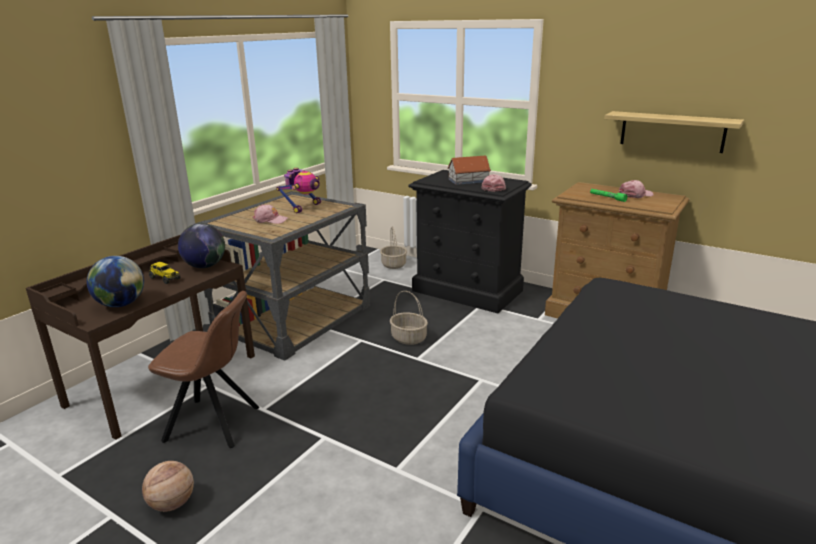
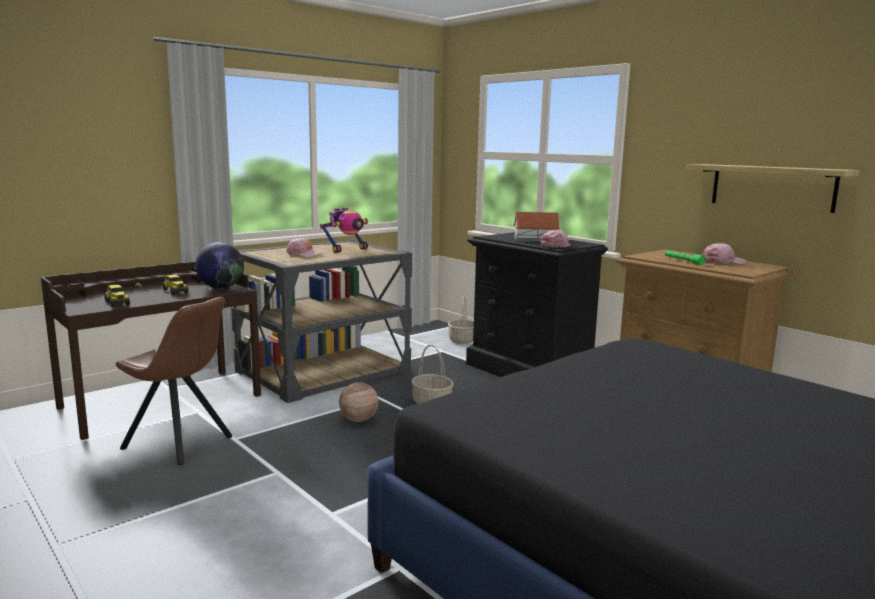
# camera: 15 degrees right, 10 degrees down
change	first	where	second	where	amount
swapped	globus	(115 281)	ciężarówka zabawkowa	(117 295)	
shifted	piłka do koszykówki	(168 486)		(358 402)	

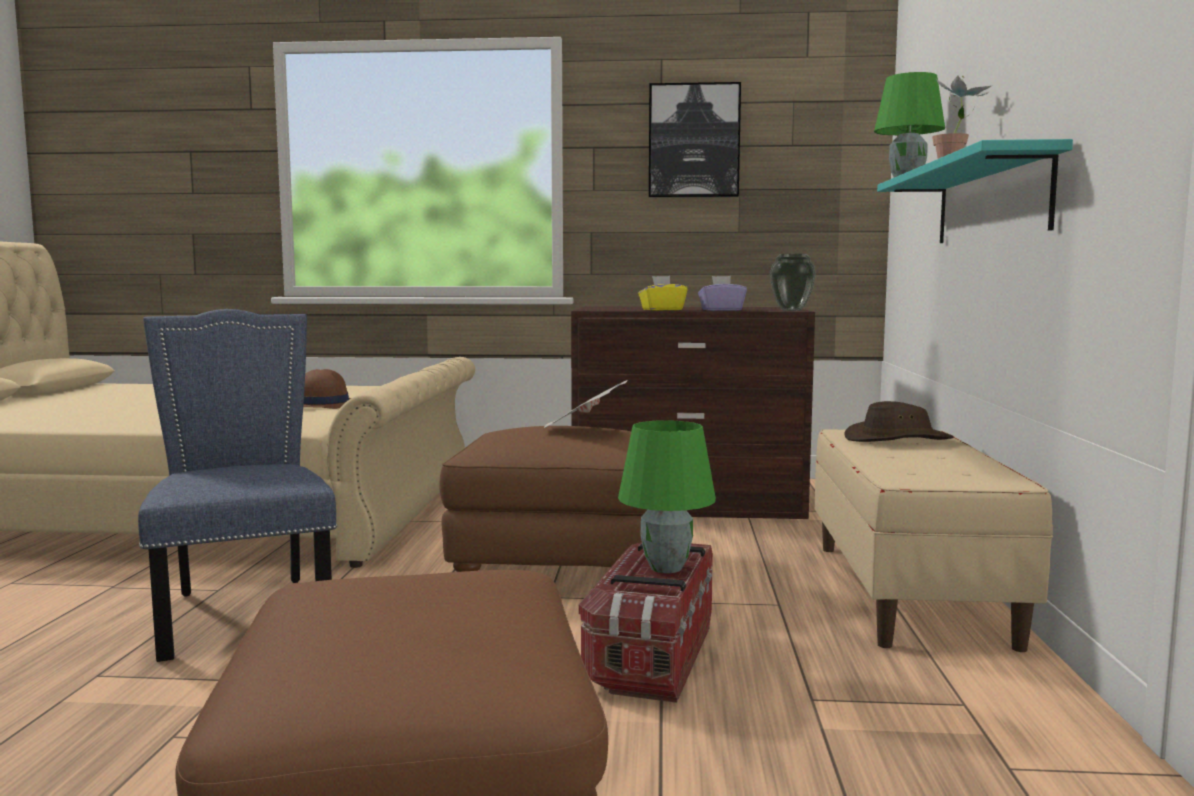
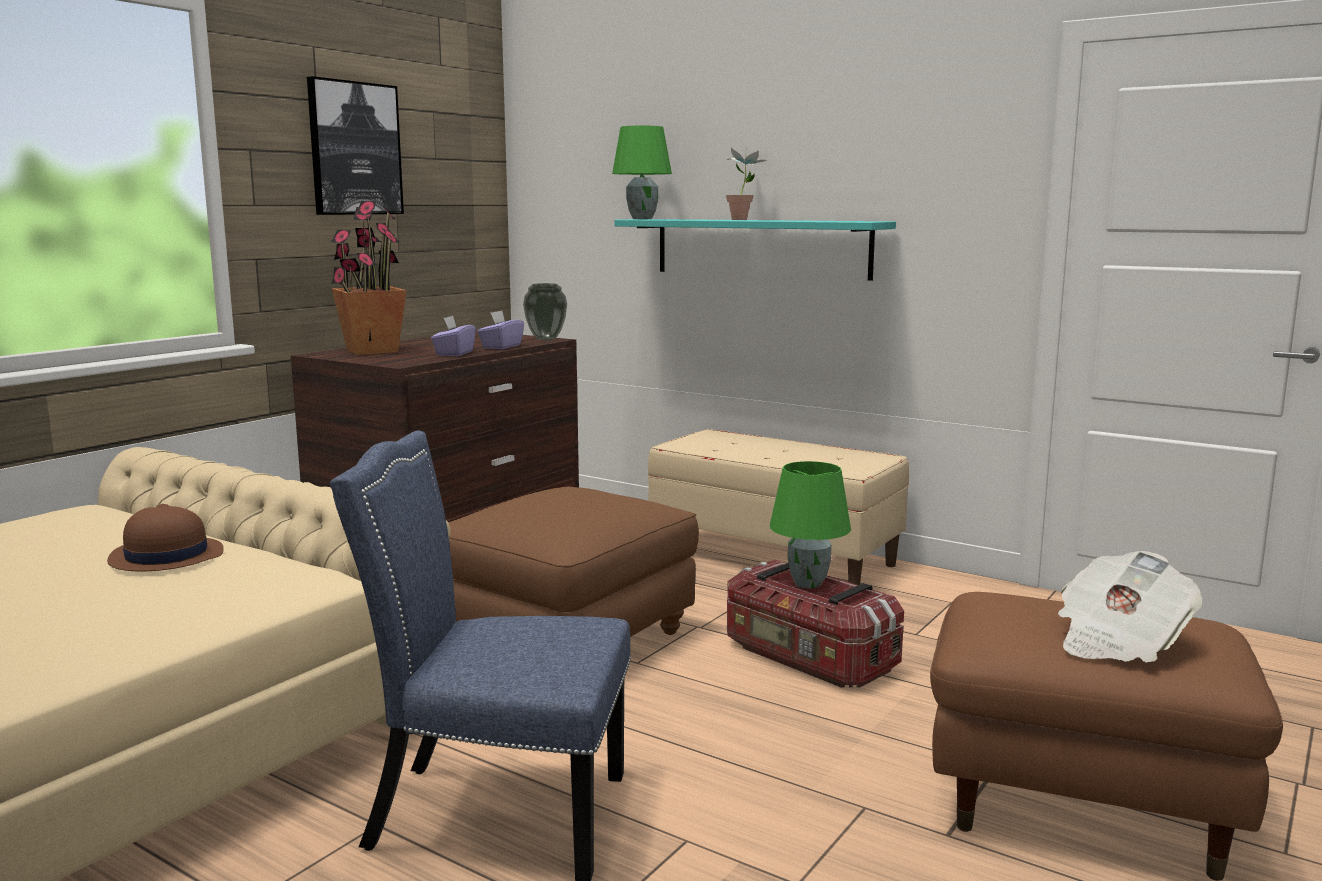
# camera: 60 degrees left, 5 degrees up
change	first	where	second	where	amount
new			roślina doniczkowa	(369 278)	
repainted	pudełko chusteczek (żółty)	(663 293)	pudełko chusteczek (fioletowy)	(453 336)	
shifted	gazeta	(586 404)		(1130 606)	
gone	kapelusz (brązowy)	(898 421)			

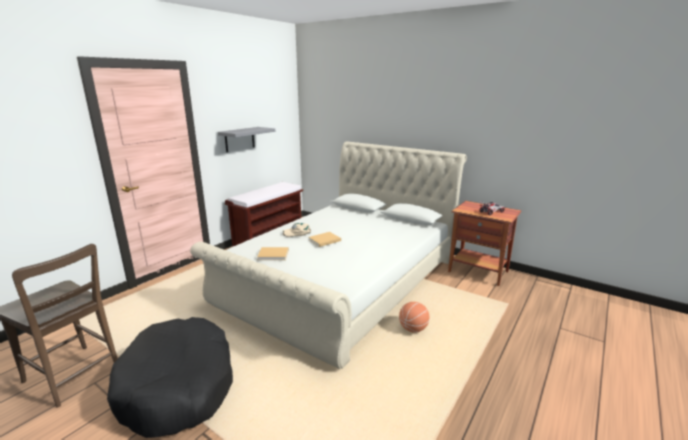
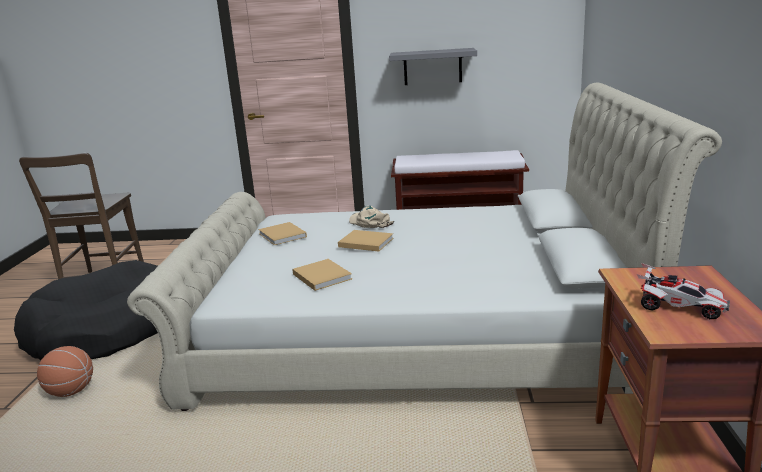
# camera: 60 degrees right, 0 degrees up
change	first	where	second	where	amount
shifted	piłka do koszykówki	(414 317)		(65 371)	
new			książka (beżowy)	(322 275)	

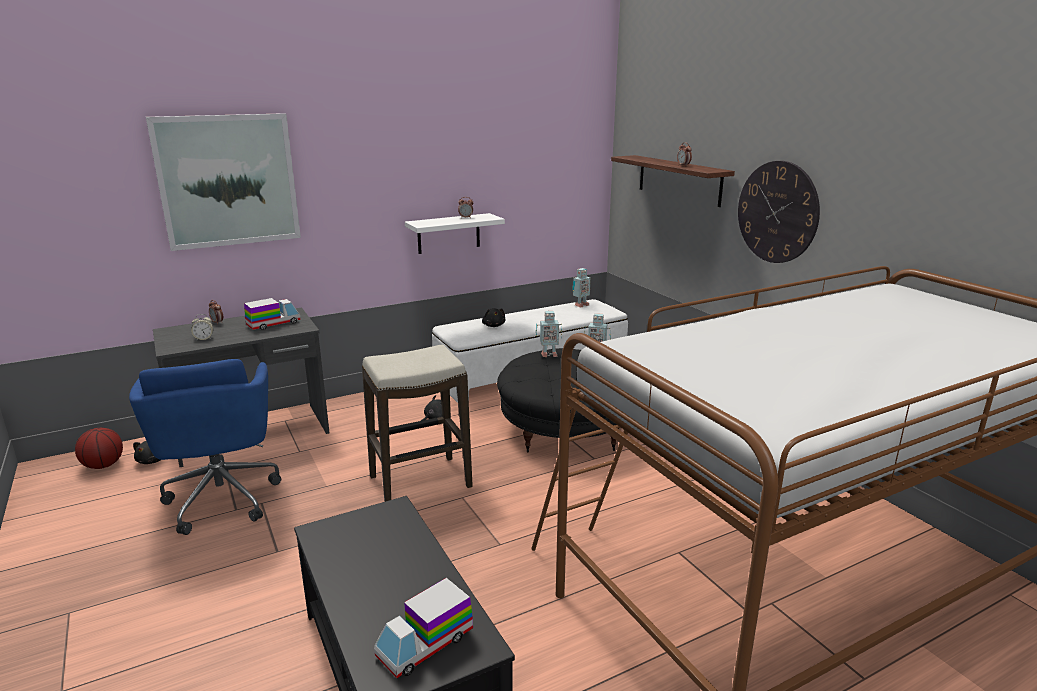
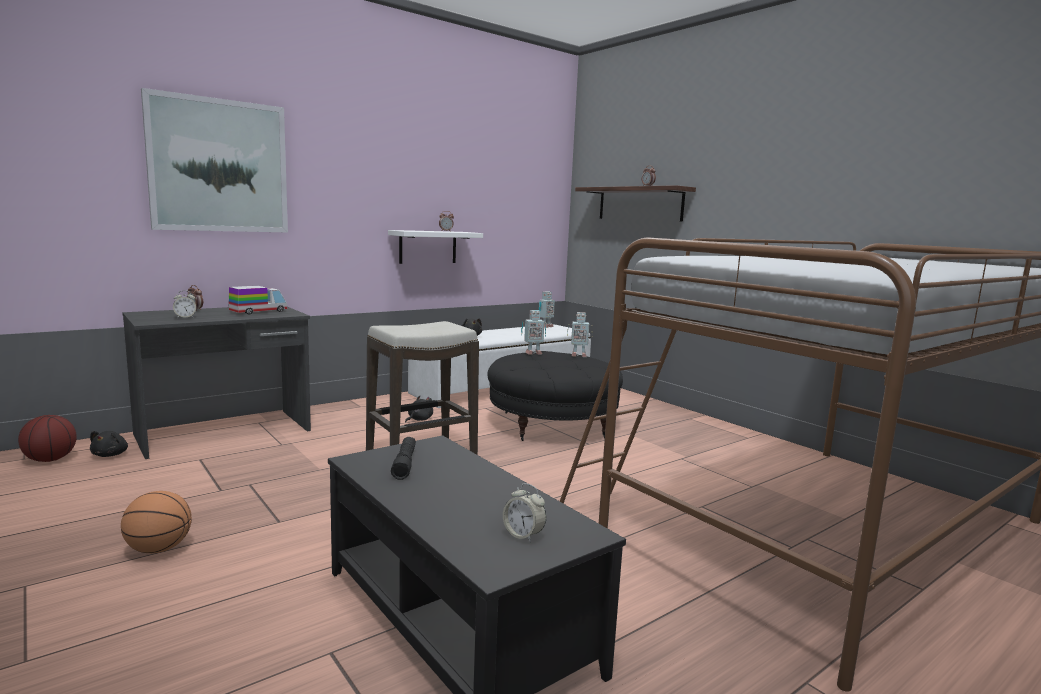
# camera: 10 degrees left, 10 degrees down
change	first	where	second	where	amount
new			piłka do koszykówki	(156 522)	
new			latarka (czarny)	(403 458)	
swapped	ciężarówka zabawkowa	(423 628)	budzik	(524 513)	
gone	krzesło biurowe (niebieski)	(205 447)			
gone	zegar ścienny	(779 212)			

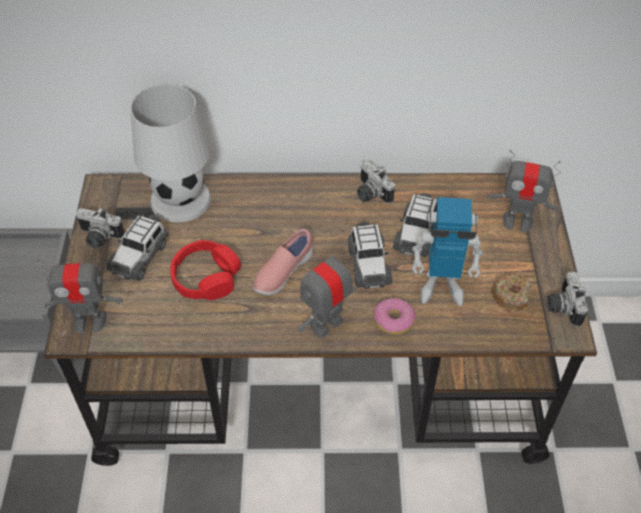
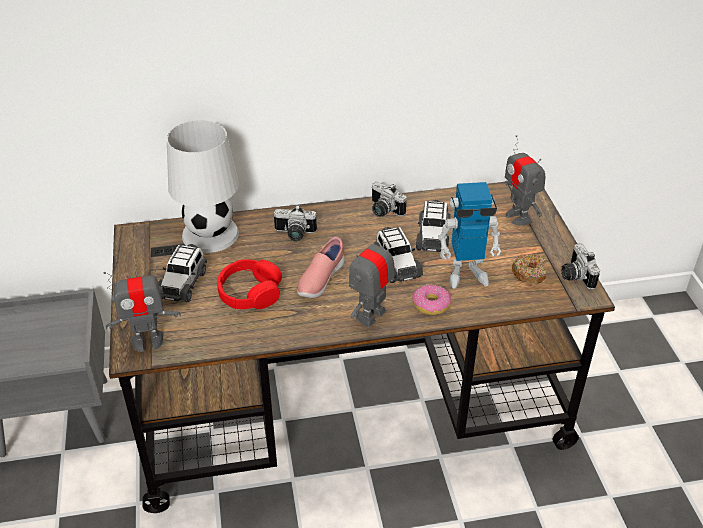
# camera: 10 degrees left, 10 degrees down
change	first	where	second	where	amount
shifted	aparat fotograficzny	(100 228)		(295 223)	
rotated	robot zabawkowy	(524 191)		(525 180)	60 degrees clockwise

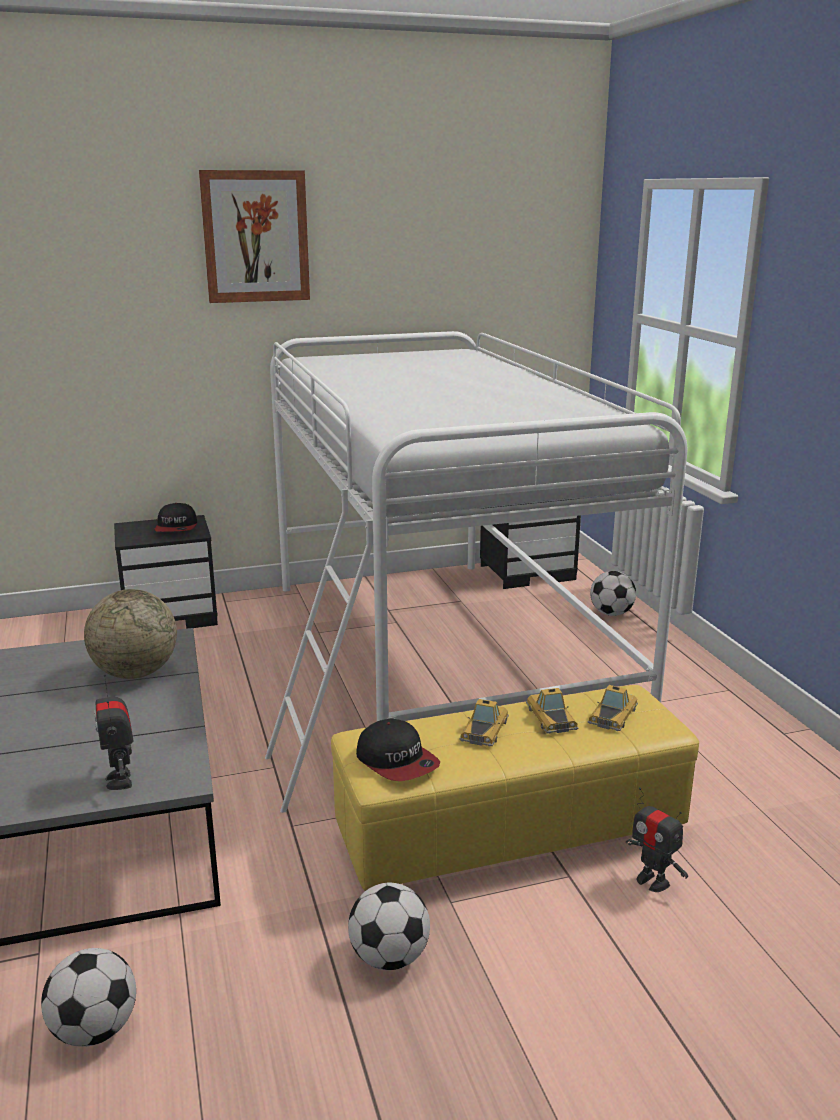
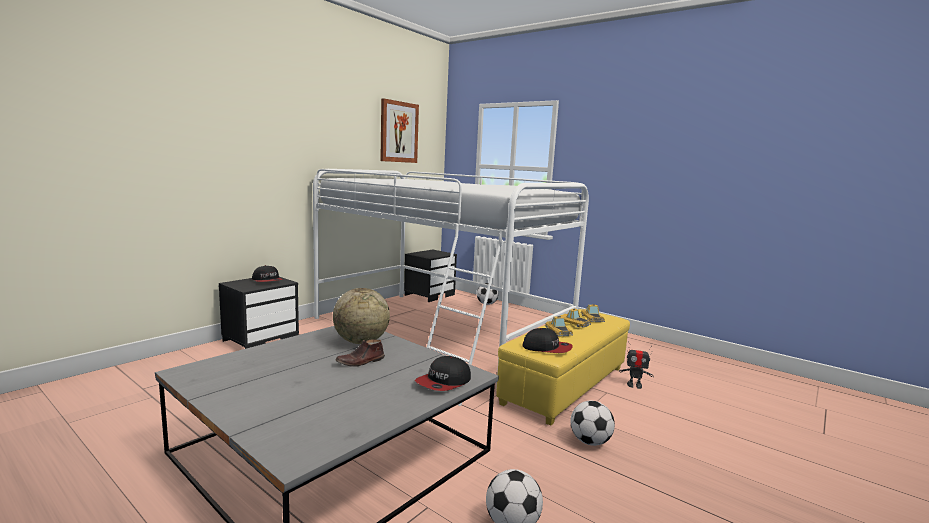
# camera: 35 degrees left, 10 degrees down
change	first	where	second	where	amount
new			but (brązowy)	(360 353)	
shifted	obraz	(254 236)		(399 130)	
swapped	robot zabawkowy	(113 732)	czapka z daszkiem	(443 373)	

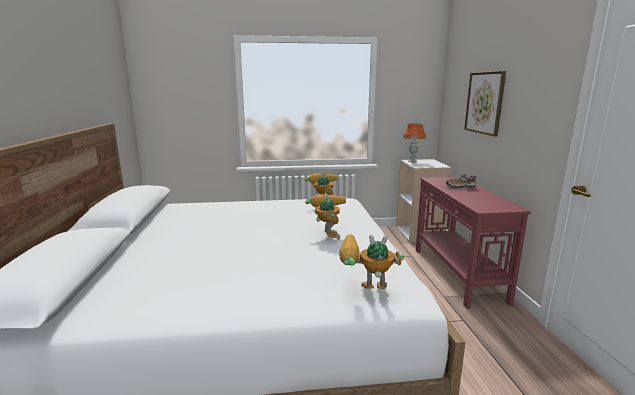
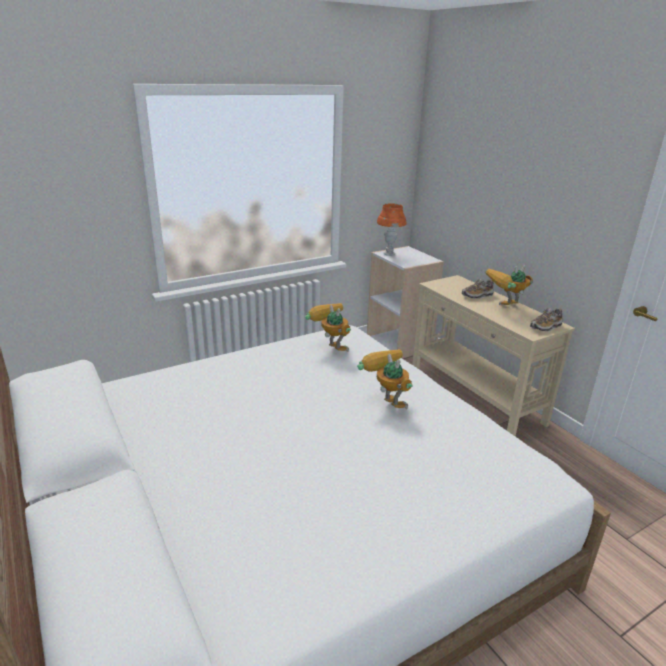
# camera: 25 degrees left, 10 degrees up
change	first	where	second	where	amount
repainted	stolik konsolowy (czerwony)	(473 243)	stolik konsolowy (beżowy)	(493 355)	
shifted	robot zabawkowy	(371 261)		(509 285)	
new			but	(546 319)	
gone	obraz	(485 104)			

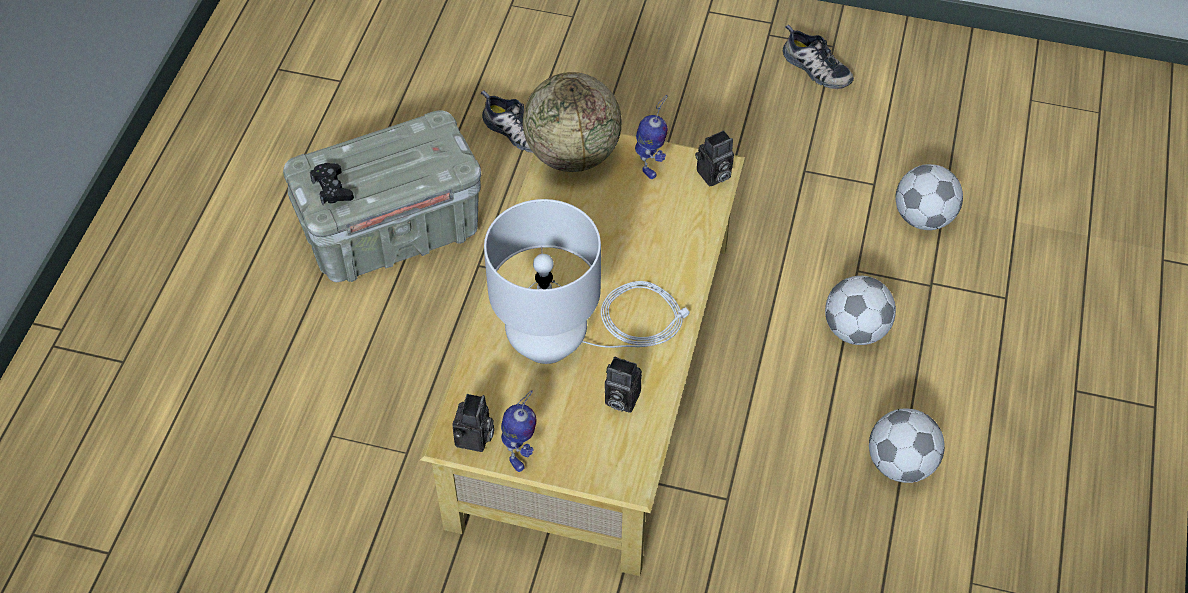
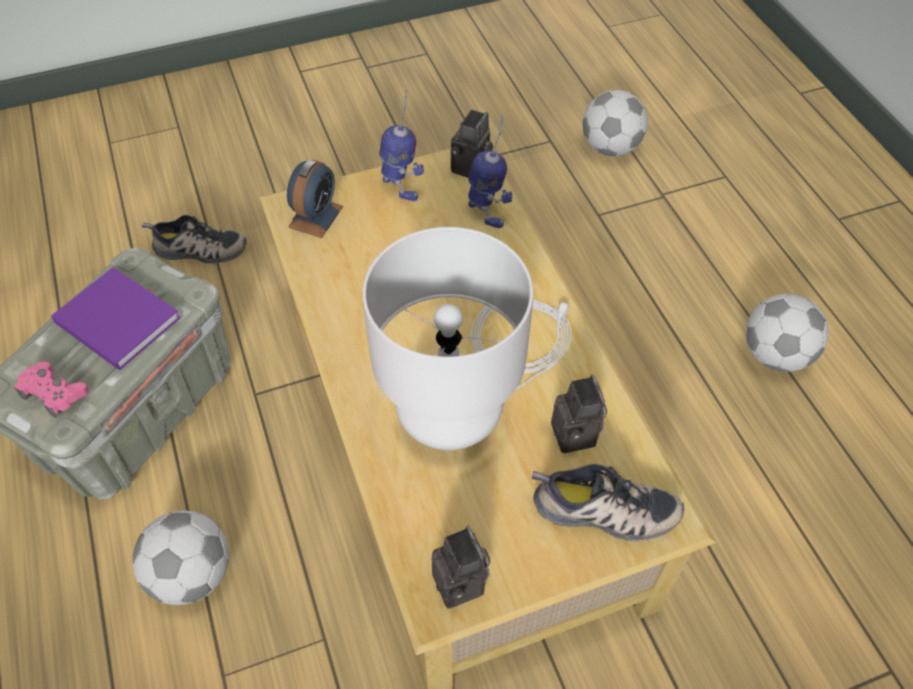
# camera: 35 degrees left, 0 degrees up
change	first	where	second	where	amount
repainted	pad do gier (czarny)	(332 184)	pad do gier (różowy)	(52 390)	
new			książka (fioletowy)	(116 318)	
shifted	piłka futbolowa	(860 310)		(180 558)	
swapped	globus	(572 122)	budzik	(315 199)	
shifted	robot zabawkowy	(519 431)		(490 172)	
shifted	but	(818 57)		(608 502)	
rotated	aparat fotograficzny	(623 384)		(579 413)	90 degrees counterclockwise

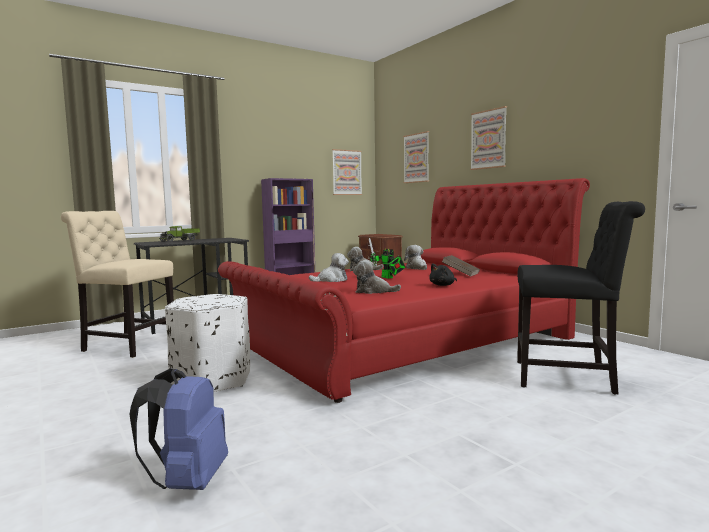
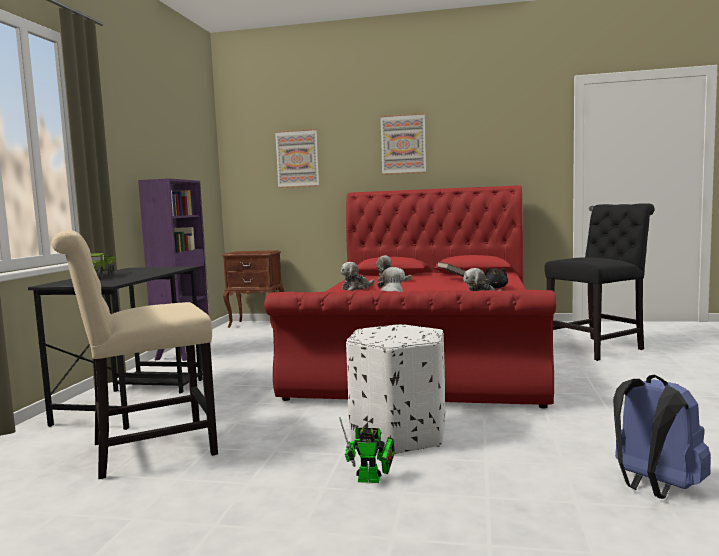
# camera: 45 degrees left, 0 degrees up
change	first	where	second	where	amount
shifted	robot zabawkowy	(387 258)		(367 450)	
gone	obraz	(347 172)			

